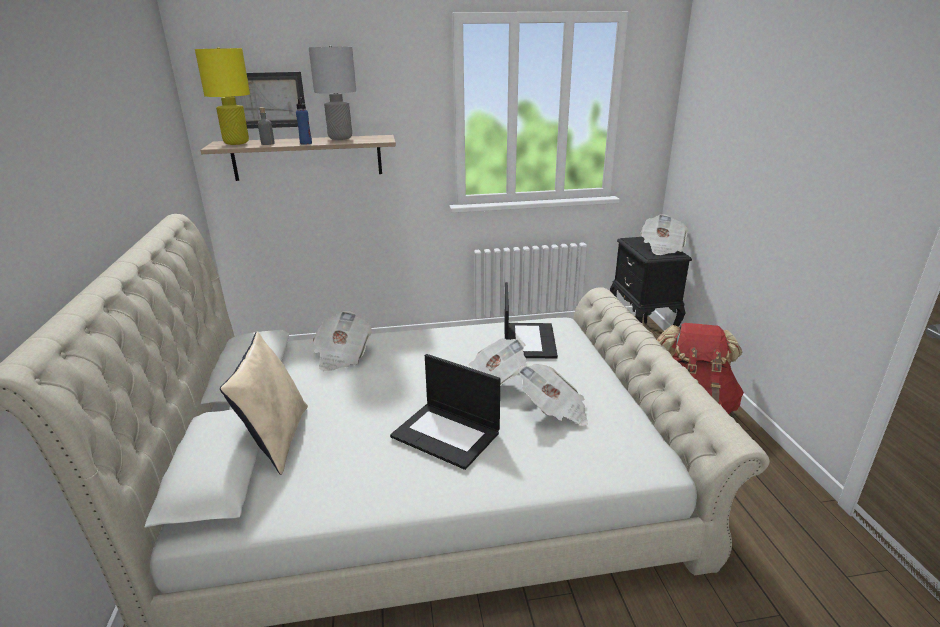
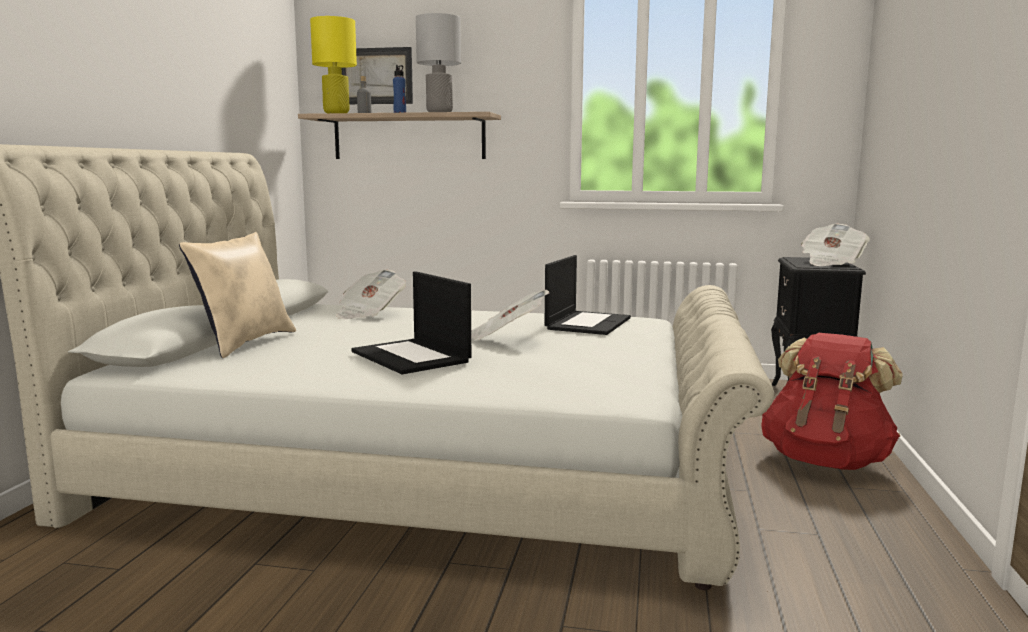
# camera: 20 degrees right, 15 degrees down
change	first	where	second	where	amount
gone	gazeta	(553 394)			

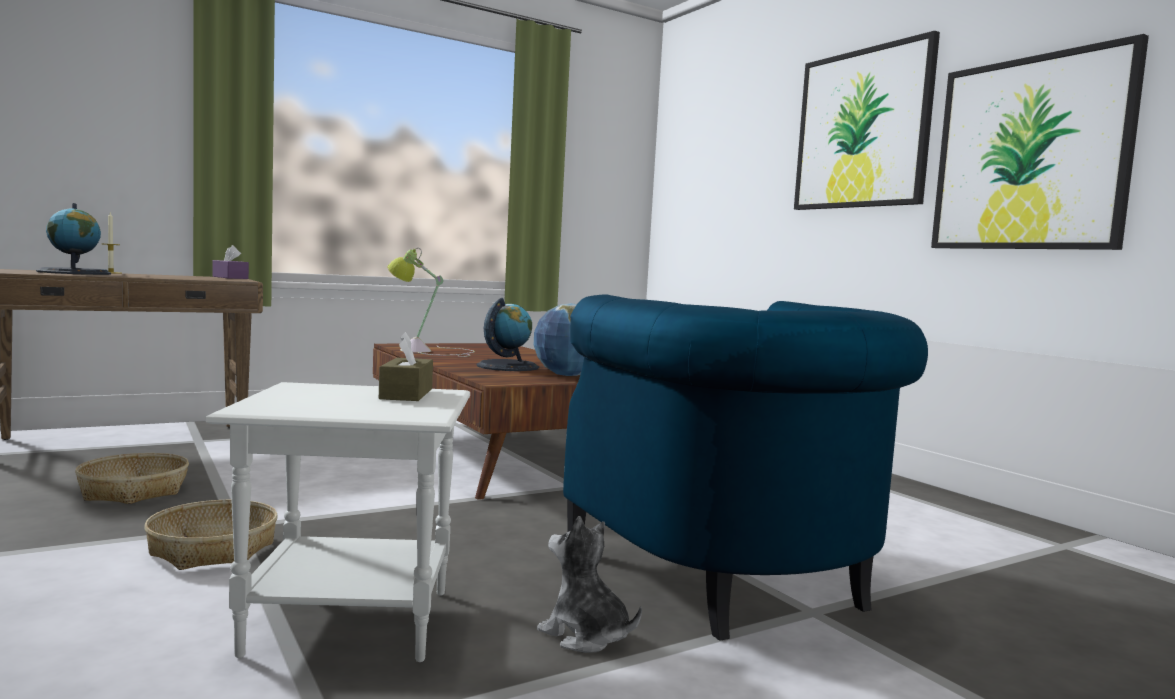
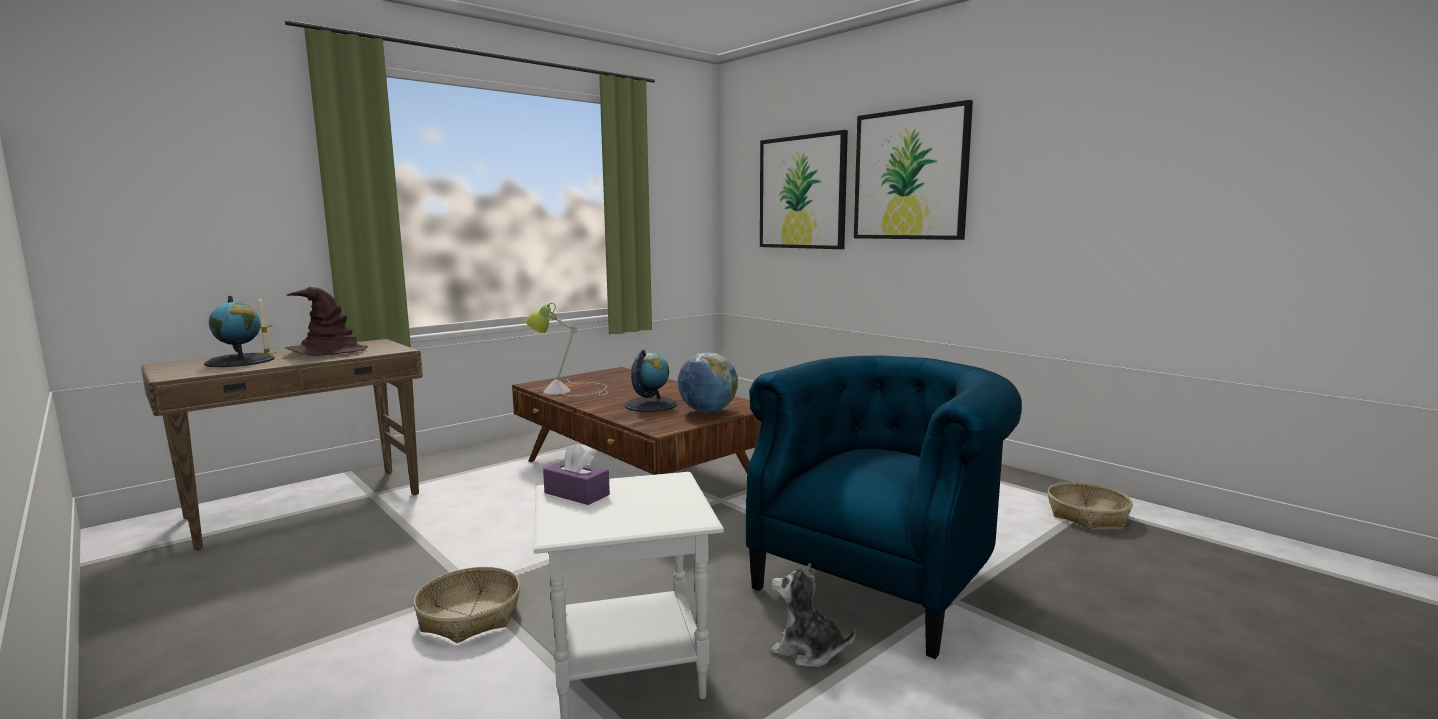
# camera: 10 degrees left, 5 degrees up
change	first	where	second	where	amount
new			kapelusz (brązowy)	(326 321)	
shifted	pudełko chusteczek (fioletowy)	(231 262)		(576 474)	
rotated	fotel (niebieski)	(745 467)		(884 507)	105 degrees counterclockwise
shifted	obraz	(1040 142)		(804 189)	
shifted	koszyk	(132 478)		(1090 505)	
gone	pudełko chusteczek (brązowy)	(406 366)			

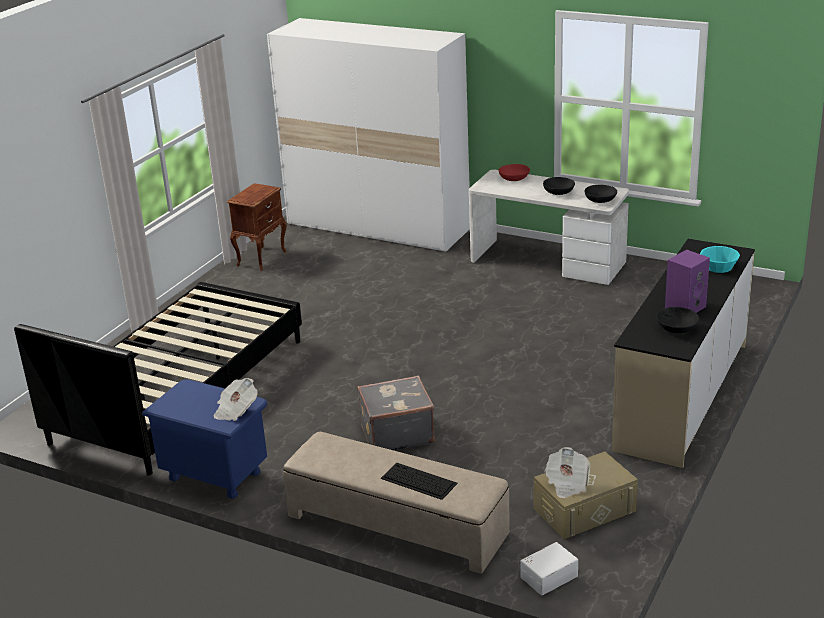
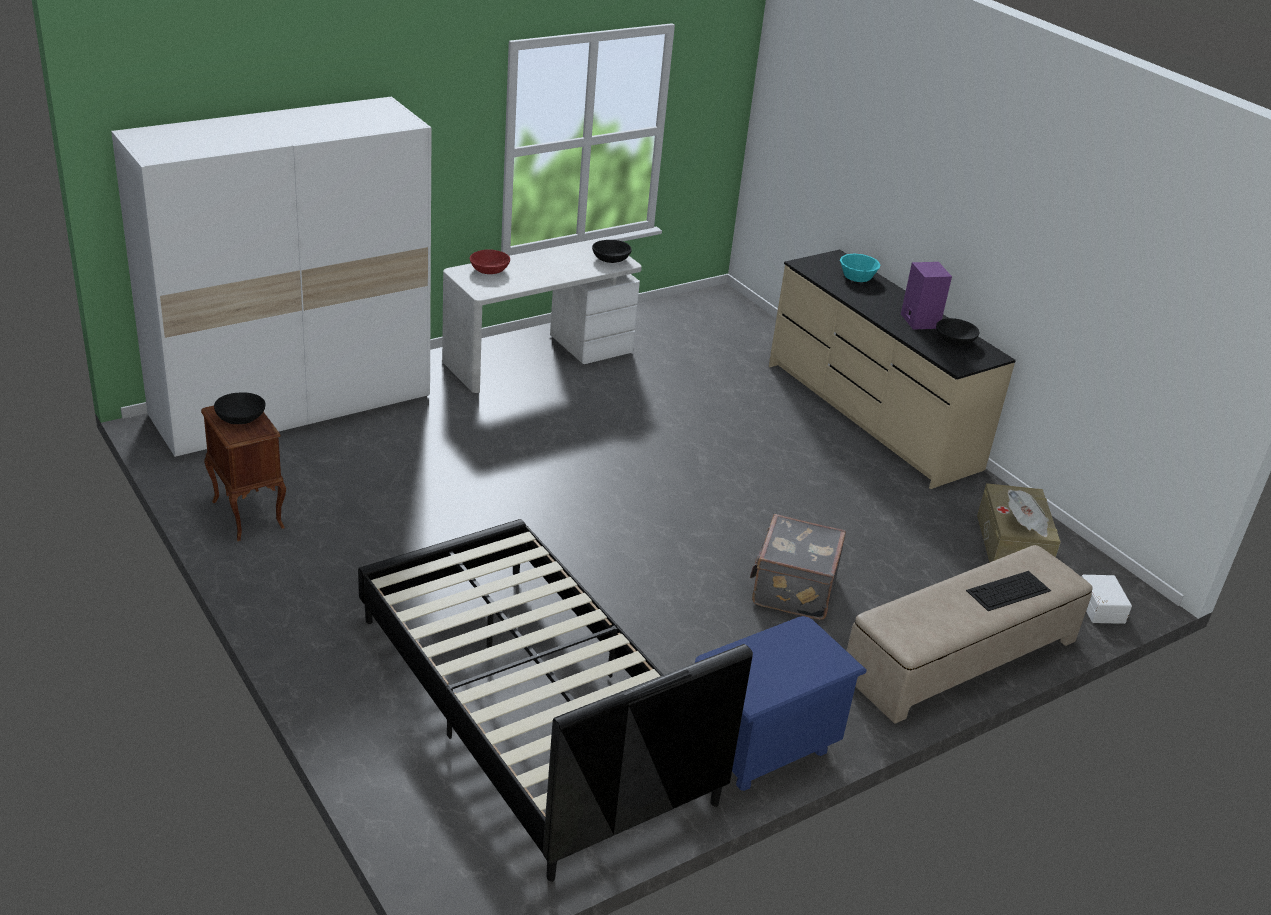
# camera: 65 degrees left, 5 degrees up
change	first	where	second	where	amount
shifted	miska (czarny)	(559 186)		(239 408)	
gone	gazeta	(235 399)			

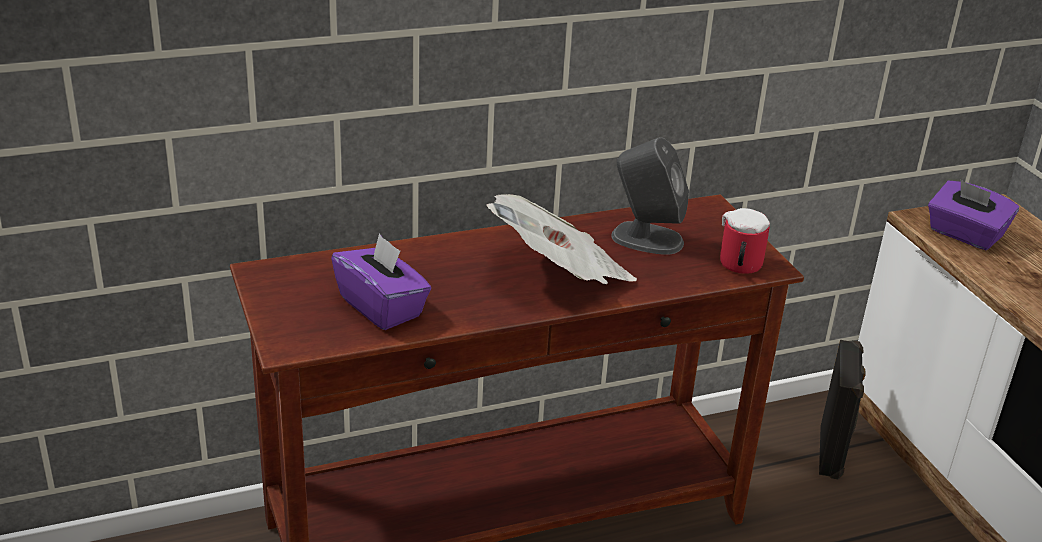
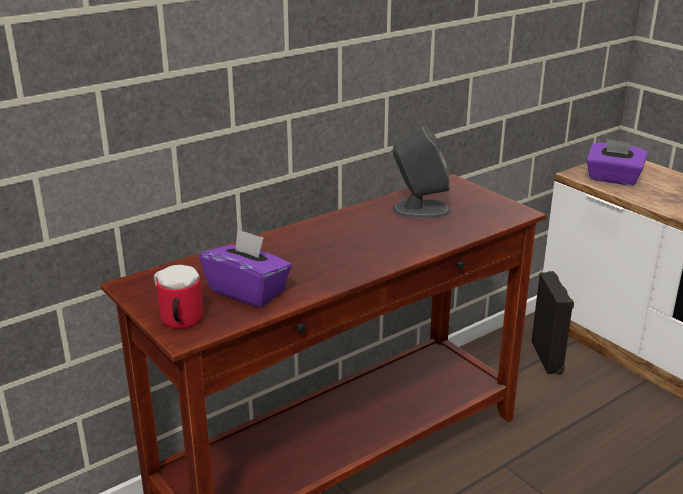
# camera: 15 degrees left, 5 degrees down
change	first	where	second	where	amount
shifted	kubek	(745 241)		(178 297)	
gone	gazeta	(561 239)			

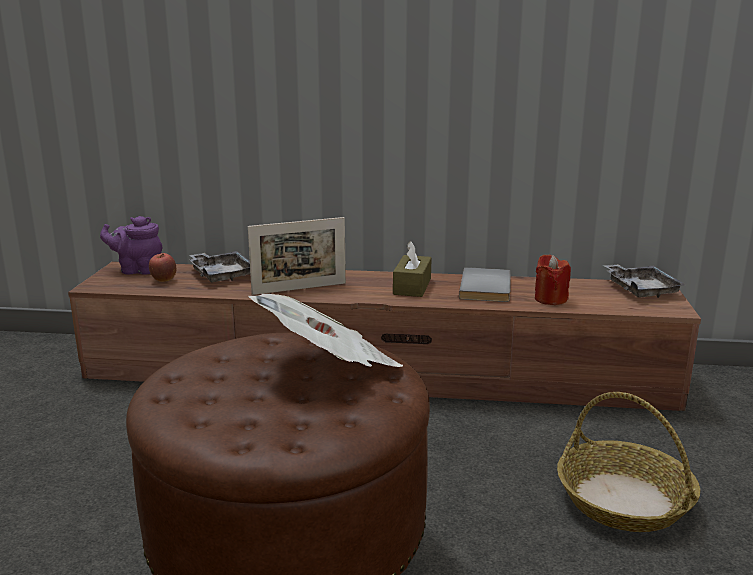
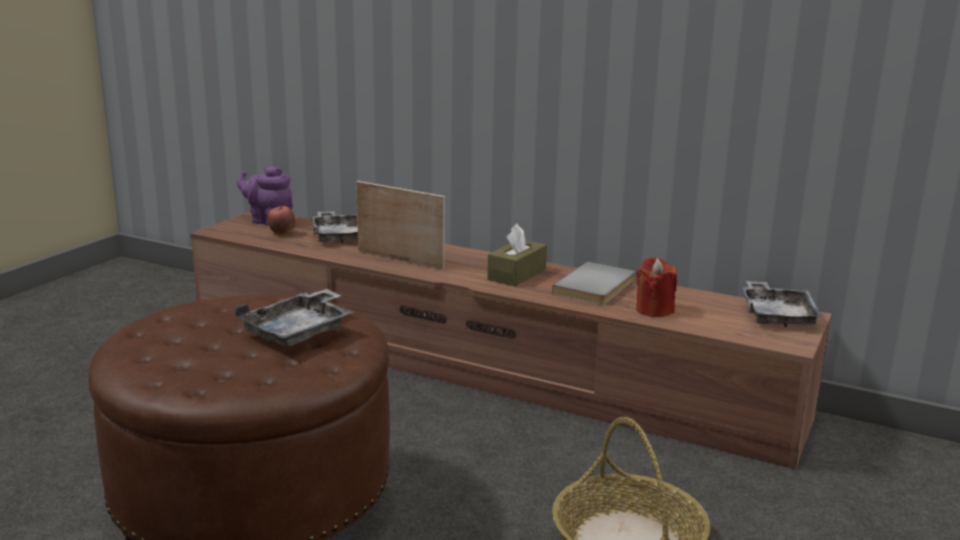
# camera: 20 degrees right, 0 degrees up
change	first	where	second	where	amount
swapped	gazeta	(325 330)	taca (szary)	(294 317)	
rotated	ramka na zdjęcie	(297 256)		(400 225)	150 degrees counterclockwise

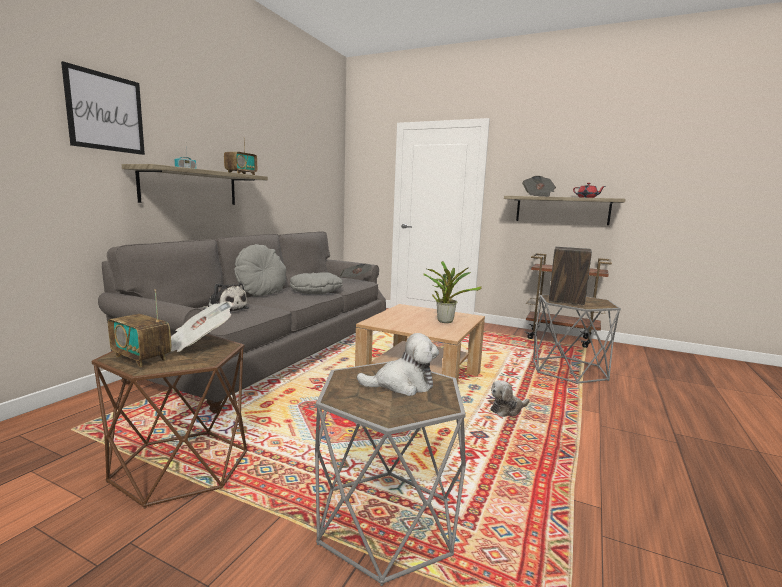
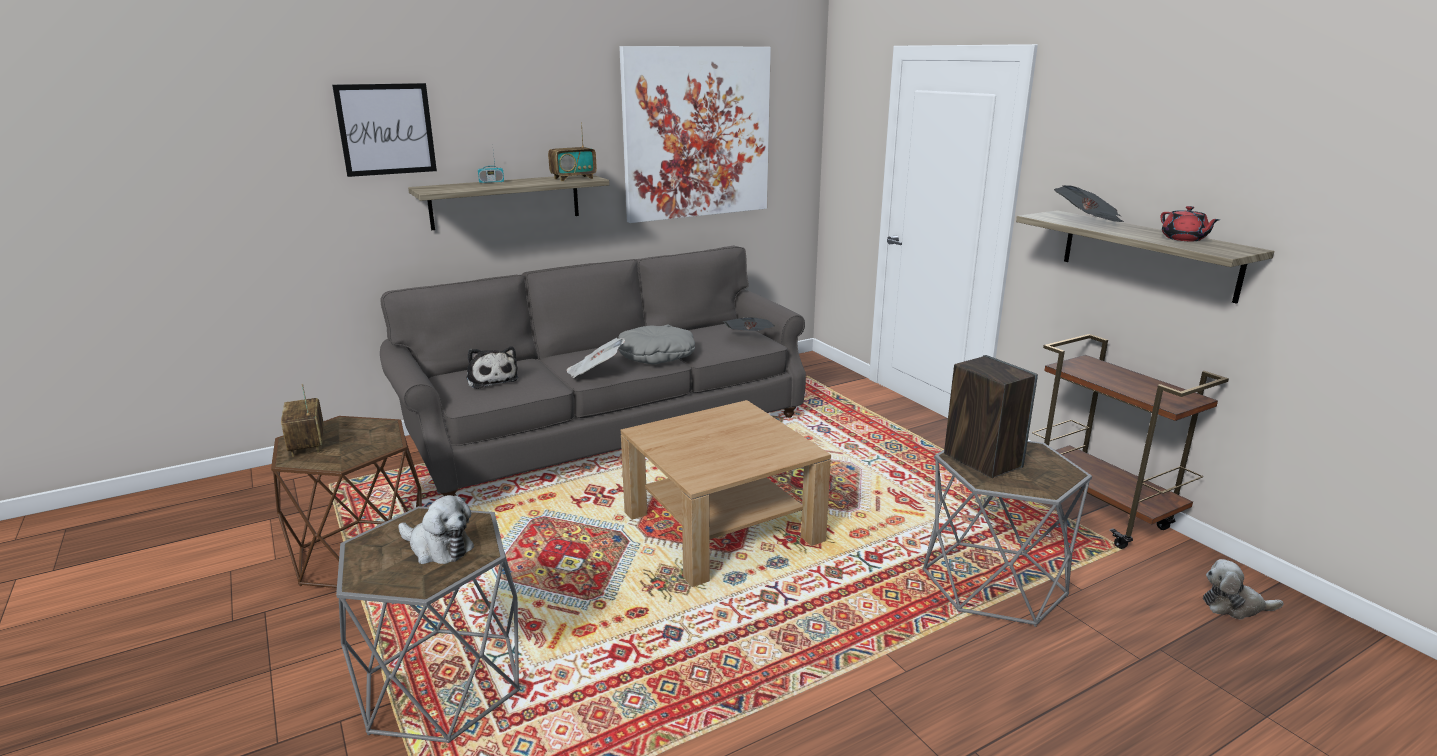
# camera: 35 degrees right, 10 degrees up
change	first	where	second	where	amount
shifted	gazeta	(202 326)		(595 358)	
new			obraz	(695 134)	
shifted	pluszak	(510 398)		(1243 589)	
gone	poduszka (szary)	(260 270)			
gone	roślina doniczkowa	(452 292)			

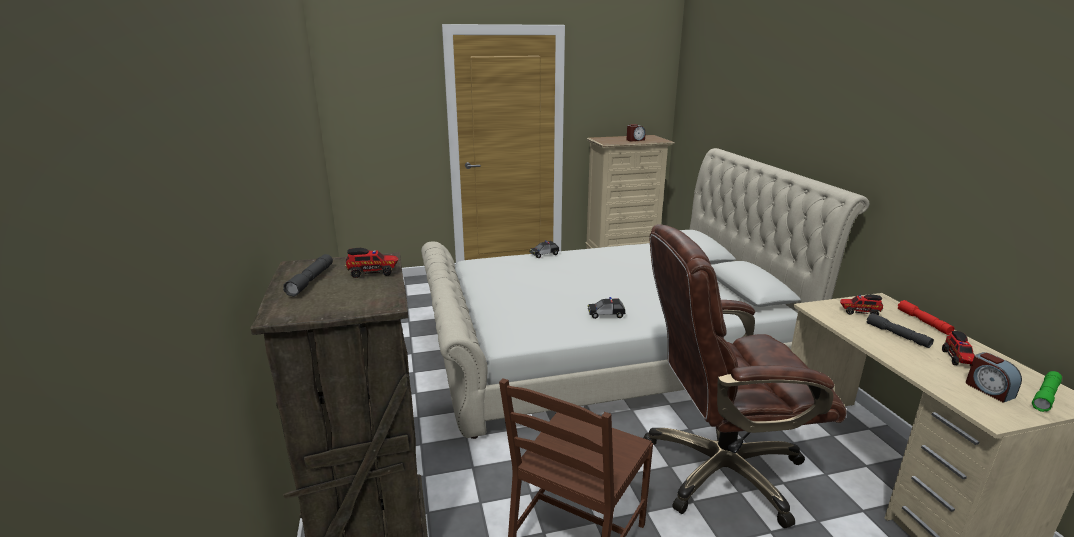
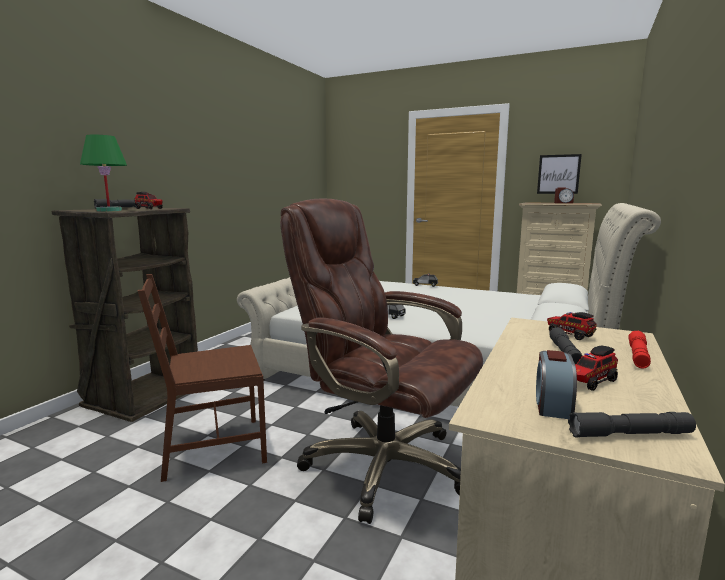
# camera: 40 degrees right, 10 degrees down
change	first	where	second	where	amount
new			lampa stołowa (zielony)	(103 173)	
new			obraz	(559 174)	
repainted	latarka (zielony)	(1047 391)	latarka (szary)	(632 424)	

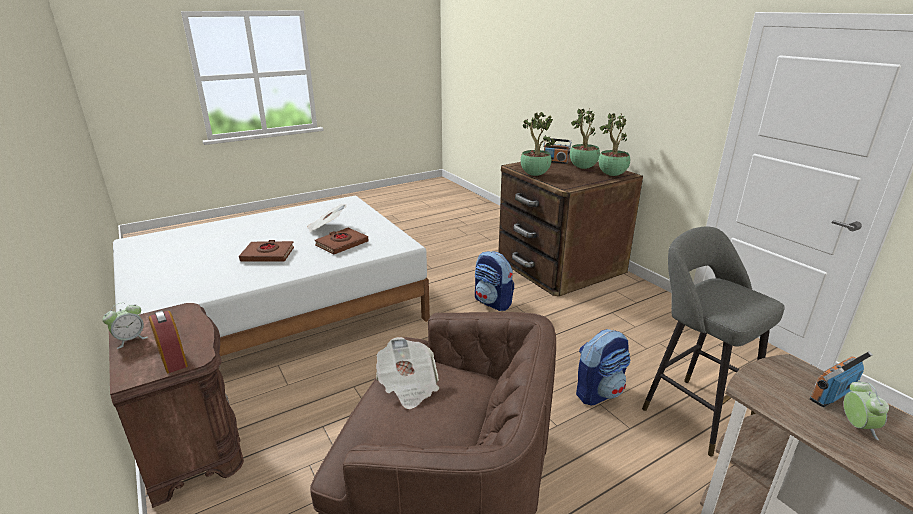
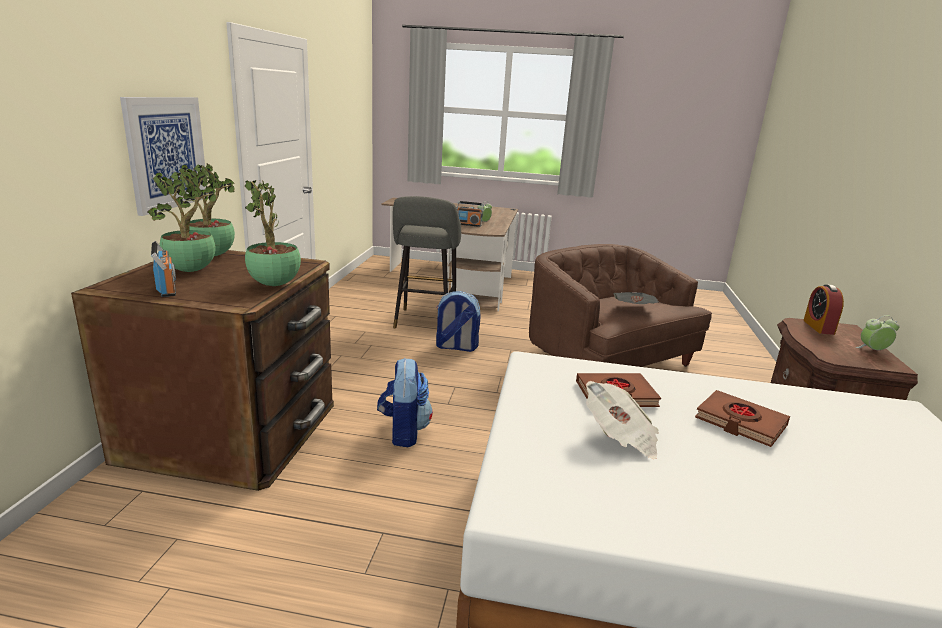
# camera: 140 degrees left, 5 degrees down
change	first	where	second	where	amount
new			obraz	(164 156)	

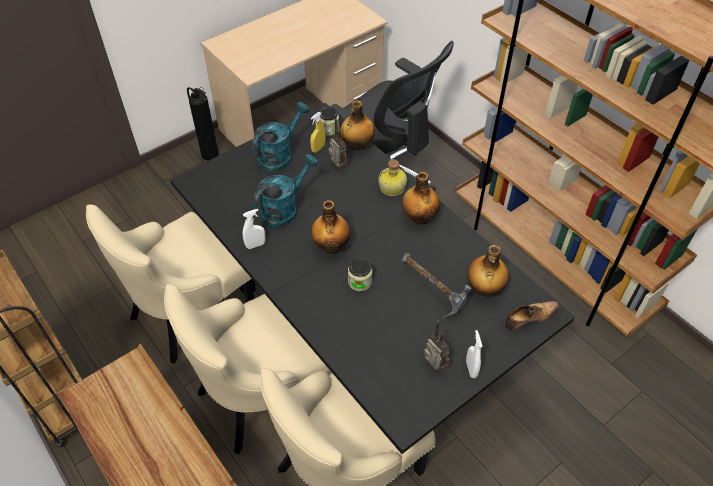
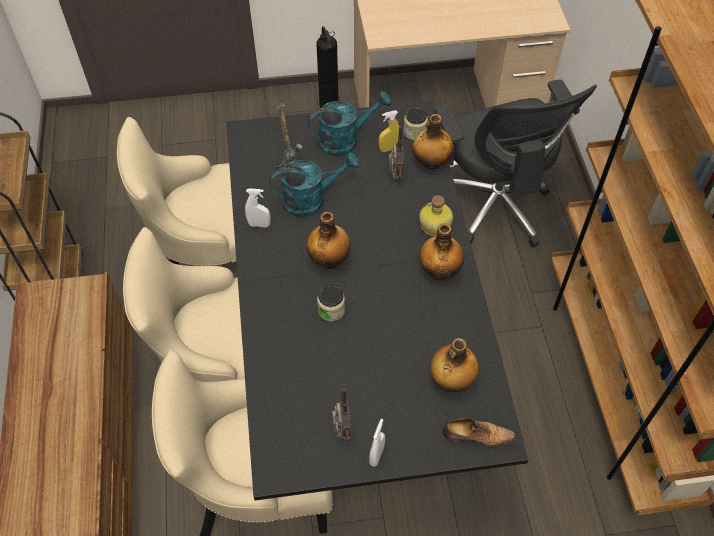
# camera: 30 degrees right, 5 degrees up
change	first	where	second	where	amount
shifted	młotek	(436 285)		(288 136)	

